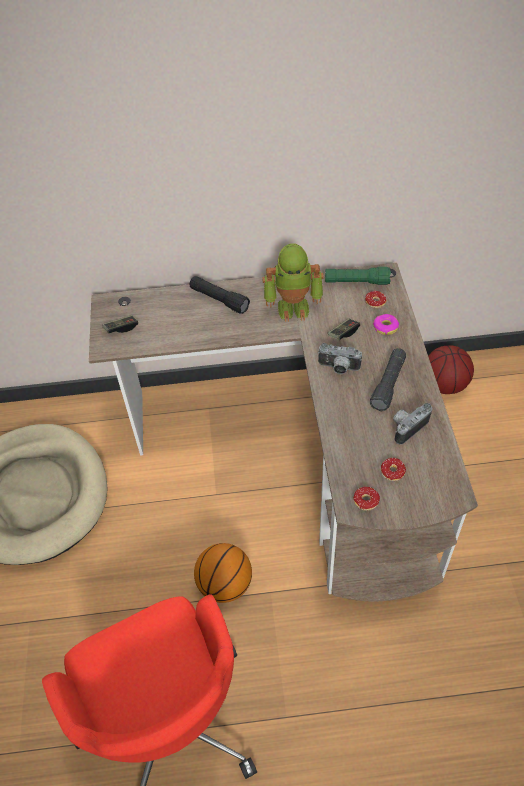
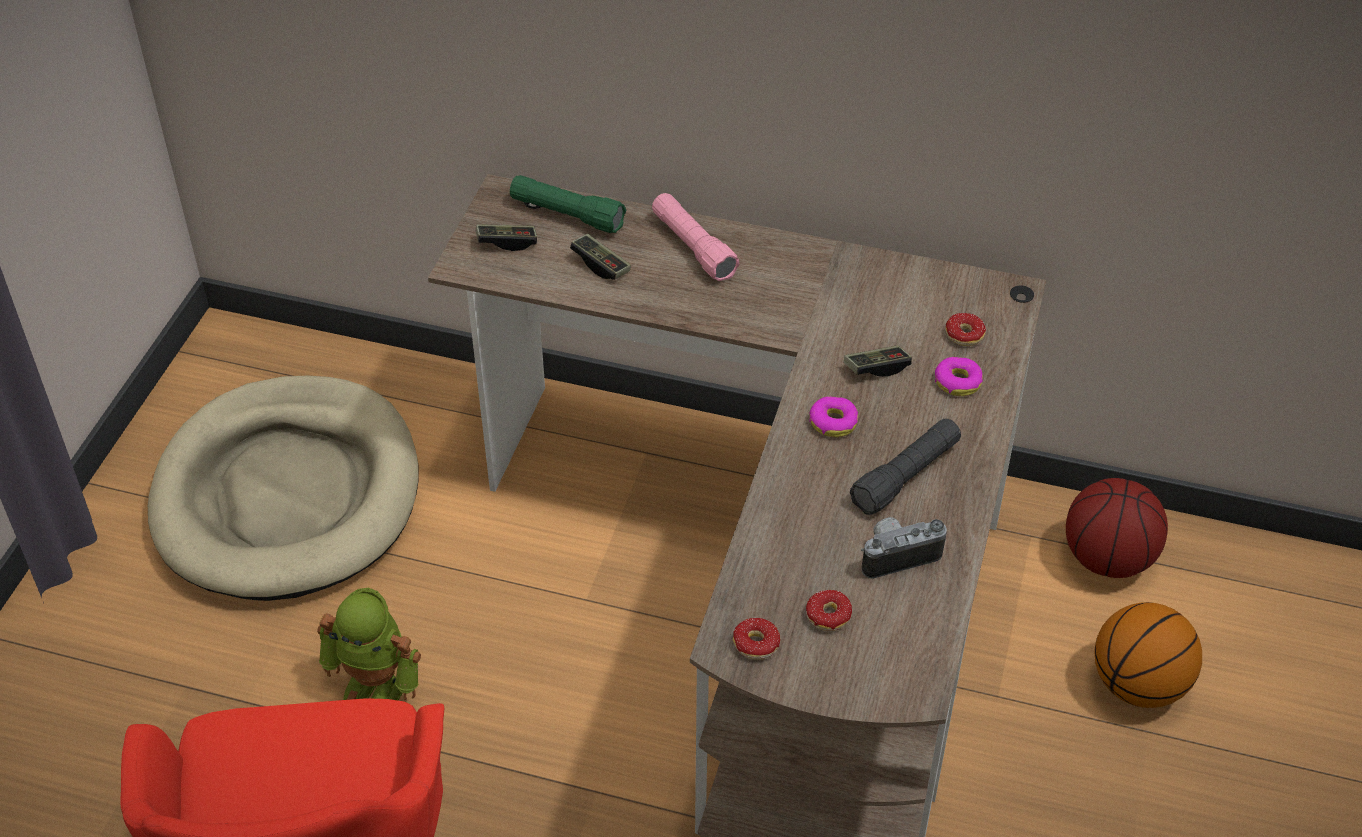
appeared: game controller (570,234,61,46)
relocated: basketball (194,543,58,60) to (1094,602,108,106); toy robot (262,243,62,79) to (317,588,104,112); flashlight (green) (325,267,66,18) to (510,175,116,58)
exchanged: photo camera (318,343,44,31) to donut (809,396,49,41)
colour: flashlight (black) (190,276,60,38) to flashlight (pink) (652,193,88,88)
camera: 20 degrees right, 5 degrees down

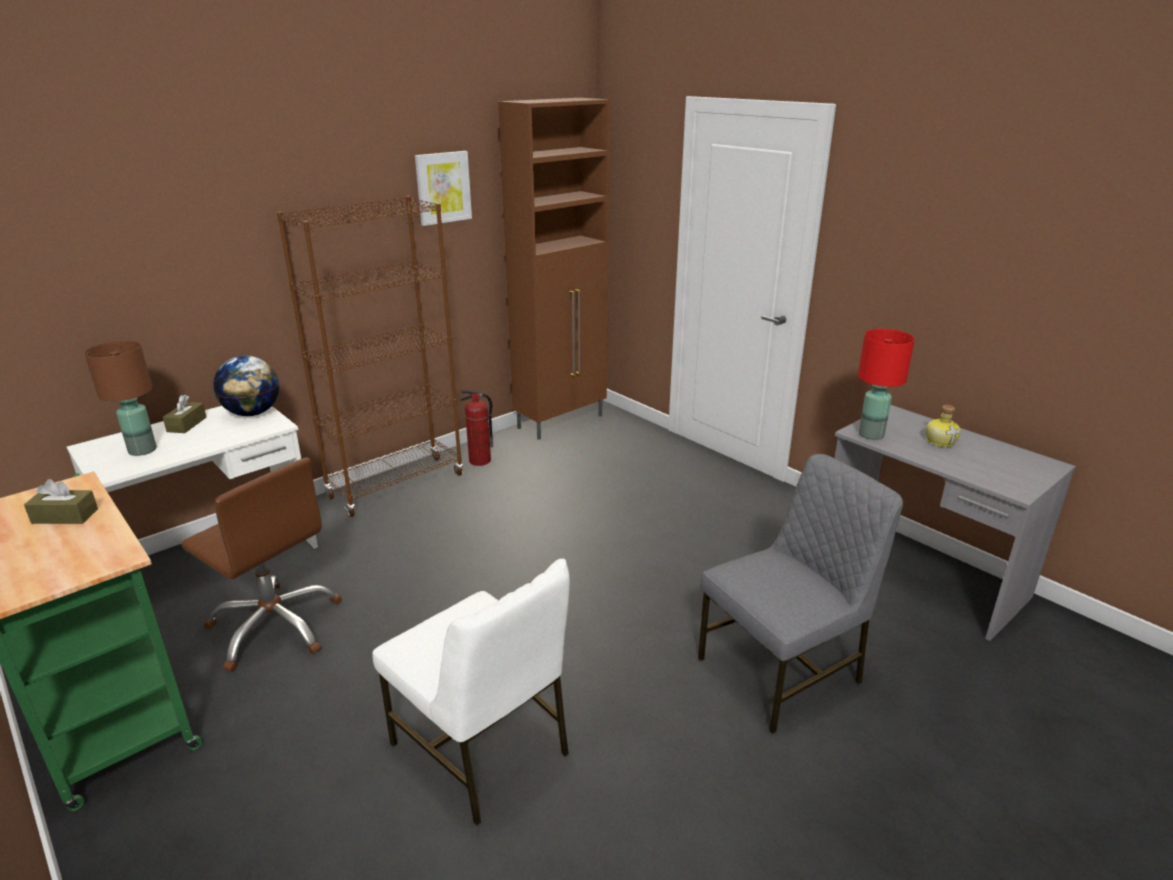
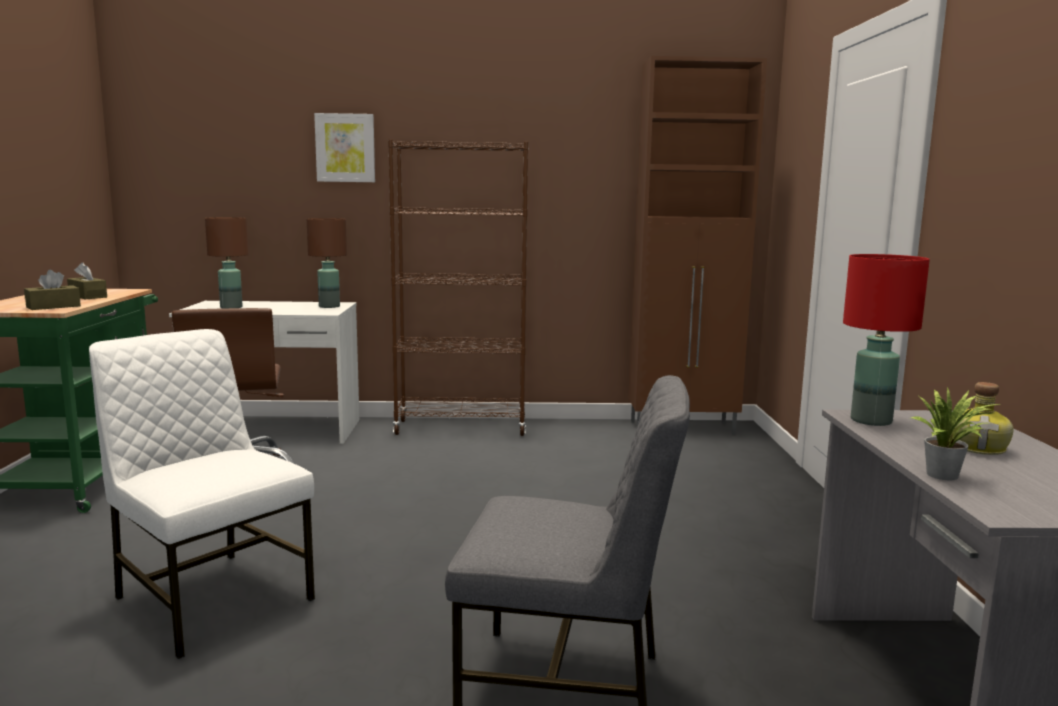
missing: fire extinguisher (461,390,32,76)
appeared: potted plant (911,386,90,94)
relocated: tissue box (brown) (163,395,43,38) to (24,270,57,40); picture (415,151,57,75) to (314,113,61,69)
exchanged: globe (213,356,66,60) to table lamp (brown) (307,218,40,90)
spun: chair (white) (372,559,198,266) = (89,329,226,330) 135 degrees clockwise
camera: 40 degrees right, 15 degrees down

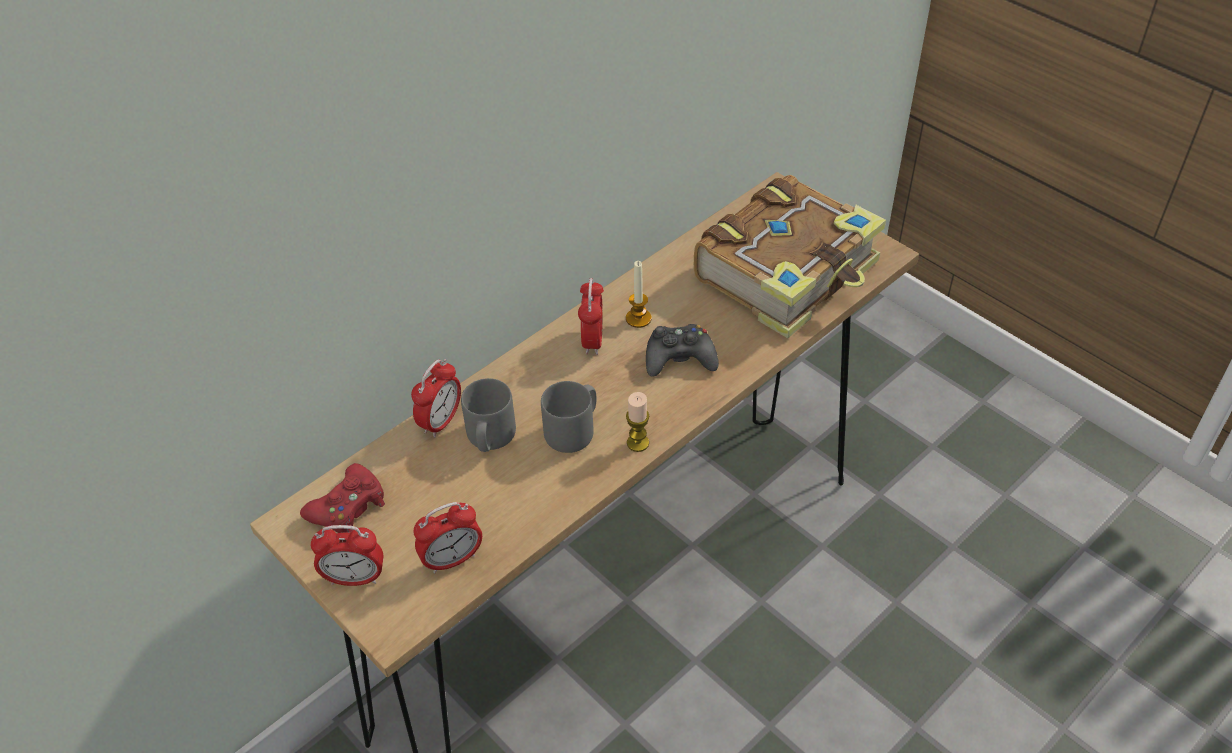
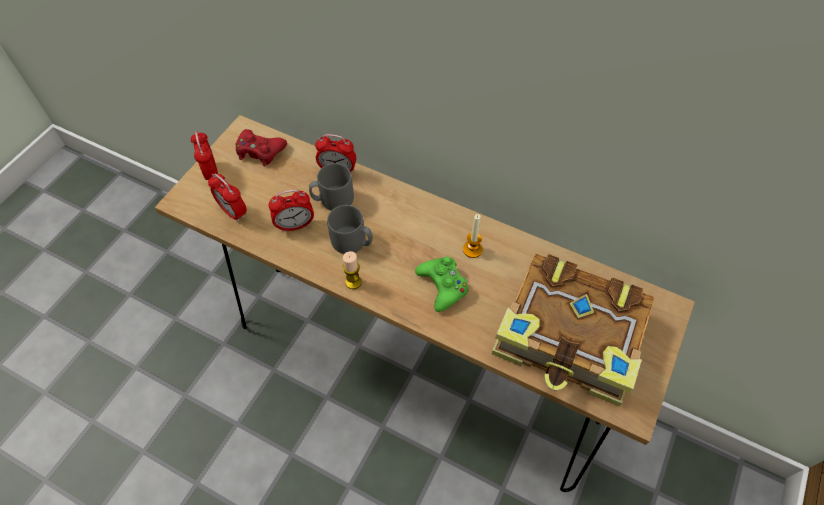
relocated: alarm clock (578,278,26,77) to (268,190,46,42)
colour: game controller (black) (646,324,73,53) to game controller (green) (415,256,53,56)
camera: 70 degrees right, 10 degrees up

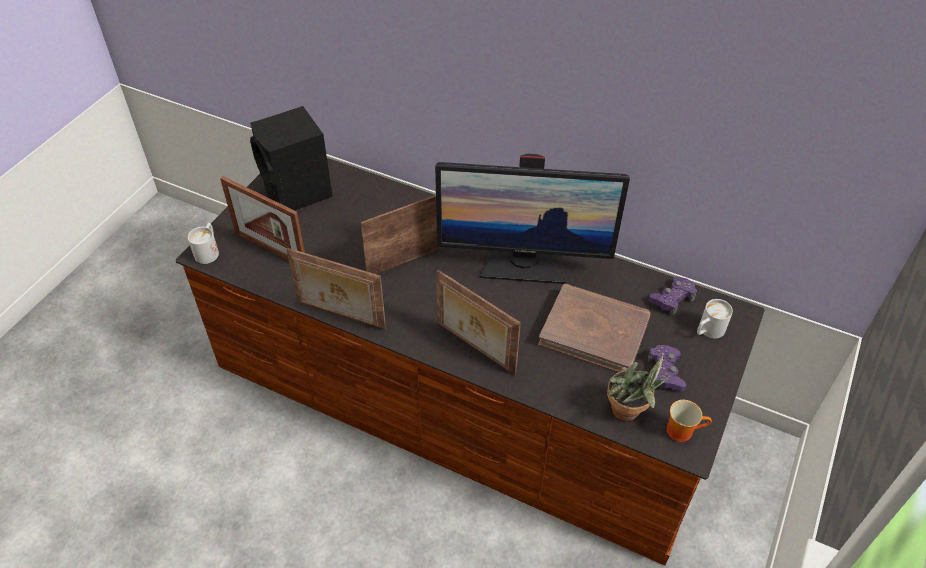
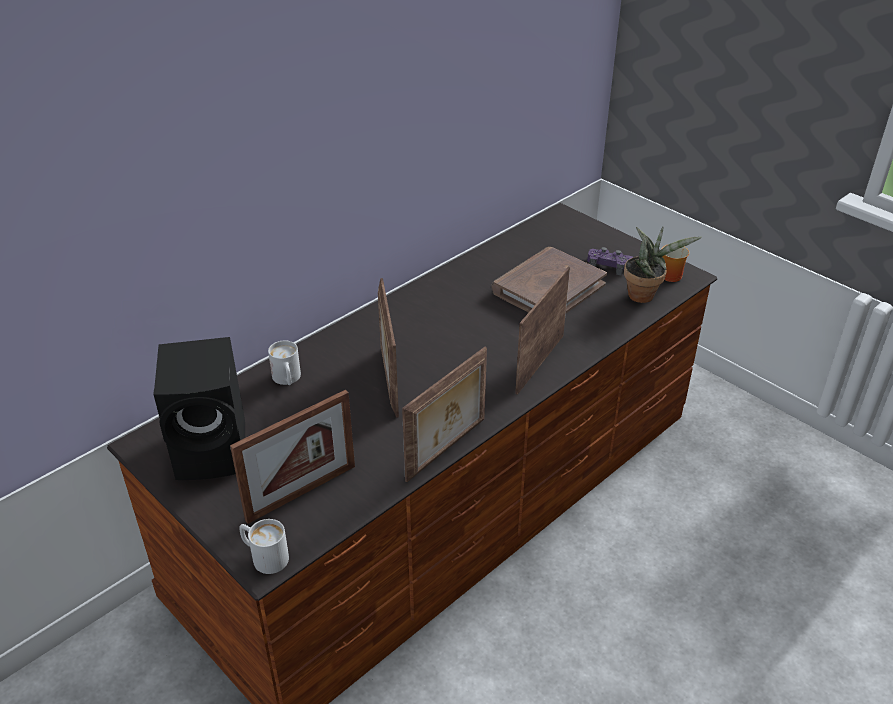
missing: monitor (435,154,195,130); game controller (purple) (648,276,49,40)
relocated: mug (white) (697,299,36,39) to (268,340,33,45)
spun: picture frame (436,269,85,106) = (515,267,55,128) 150 degrees clockwise
camera: 70 degrees left, 10 degrees down

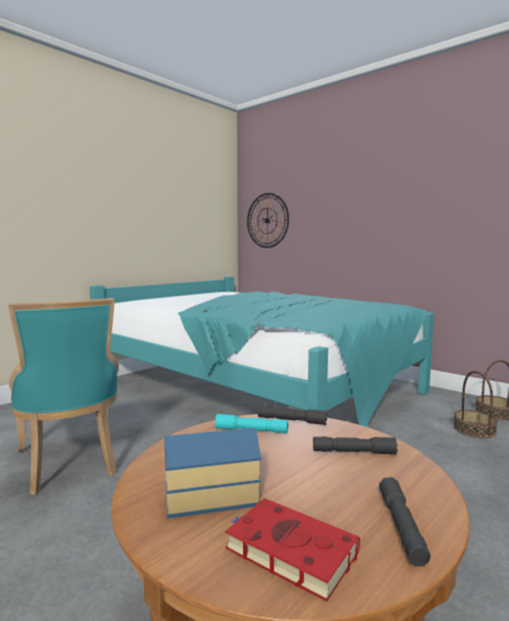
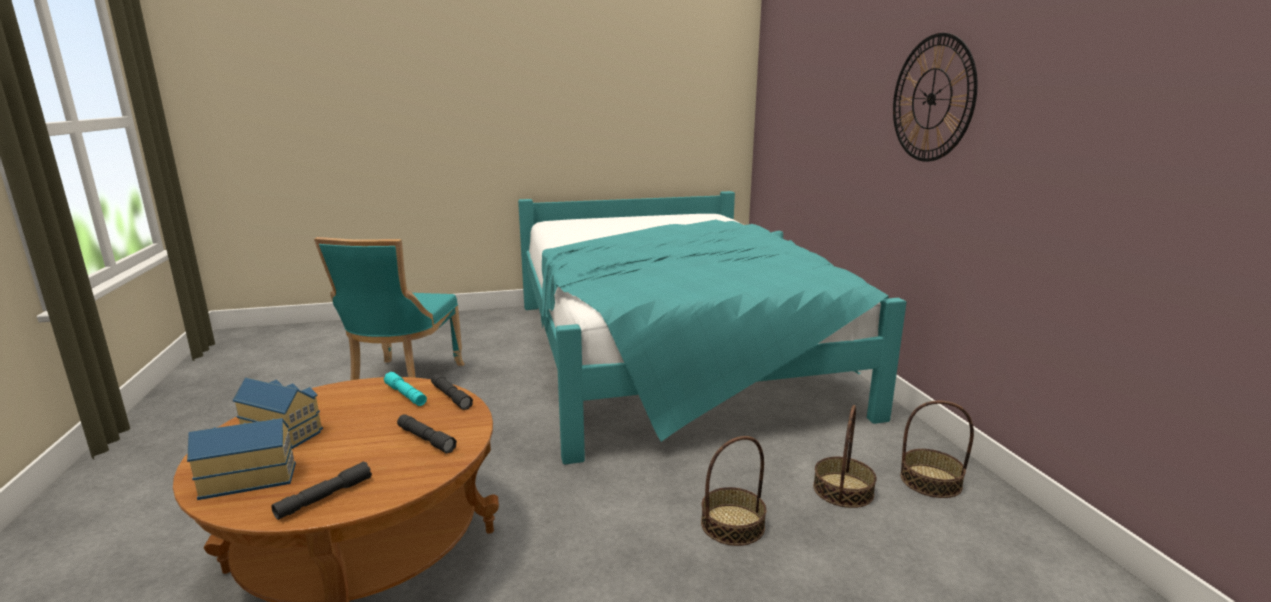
appeared: basket (701,436,65,110)
relocated: wall clock (247,193,42,55) to (893,33,84,129)
exchanged: book (red) (225,498,135,103) to toy house (187,418,109,82)
camera: 35 degrees right, 10 degrees up

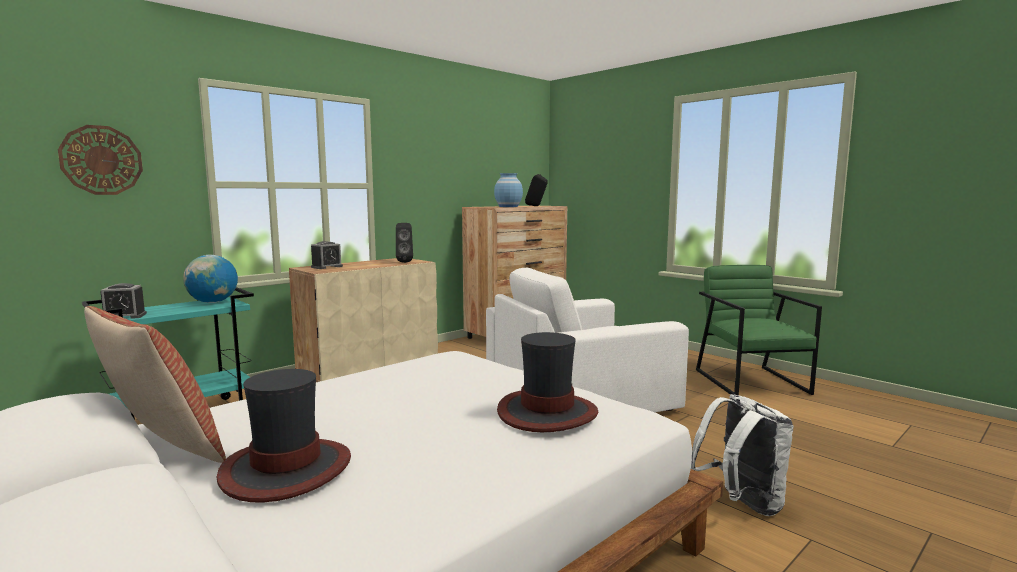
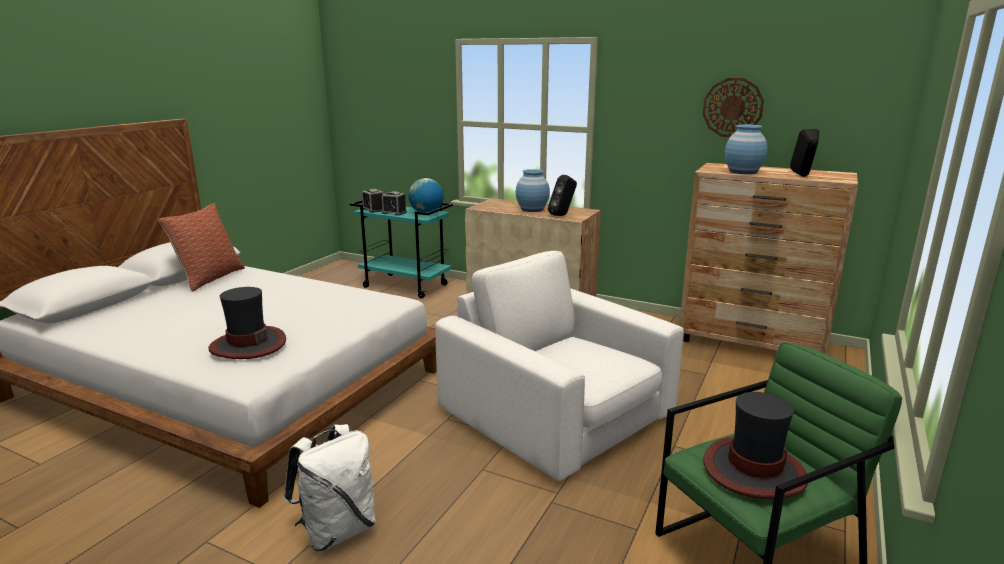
appeared: vase (blue) (516,169,34,43)
relocated: wall clock (58,125,85,70) to (702,78,62,59); hat (216,369,135,133) to (704,392,104,107); alarm clock (311,241,32,28) to (382,191,25,25)
camera: 70 degrees right, 10 degrees up

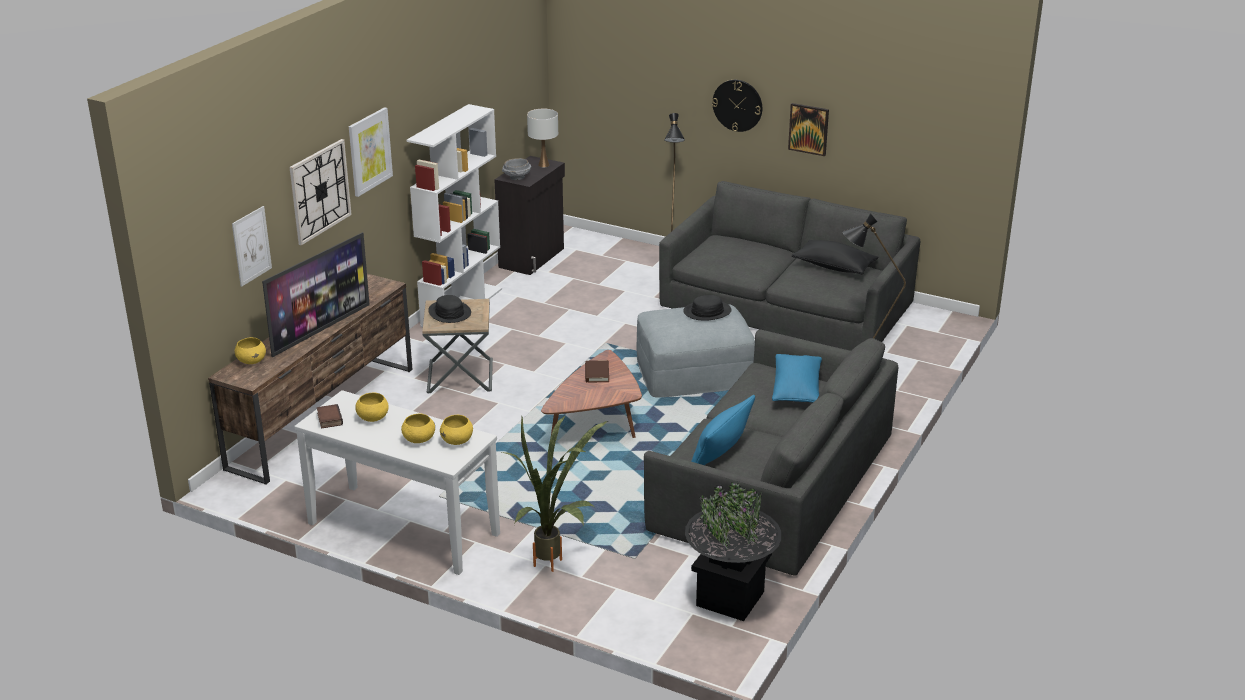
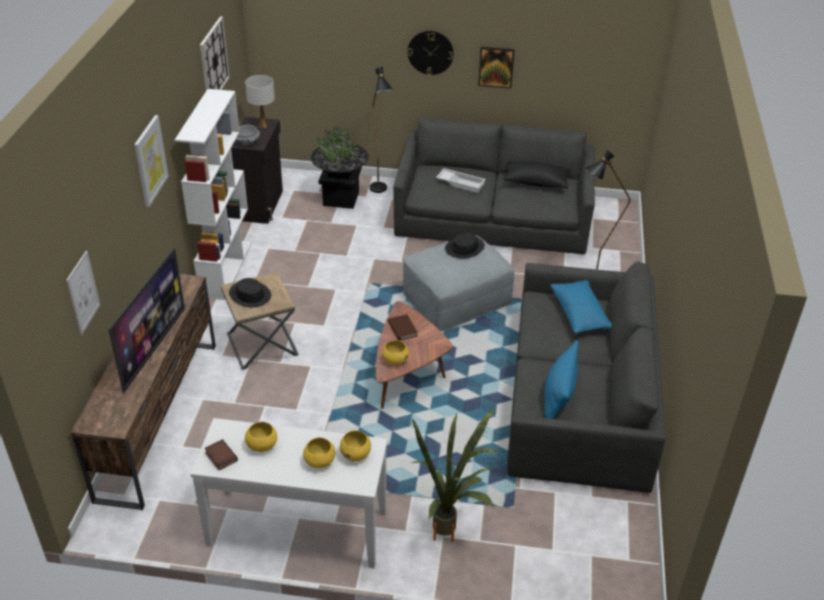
appeared: tray (white) (436,168,50,25)
relocated: bowl (yellow) (235,337,31,27) to (382,340,27,25); wall clock (290,139,62,106) to (200,16,30,75); planter (black) (685,482,97,139) to (311,126,58,83)
camera: 20 degrees left, 10 degrees up

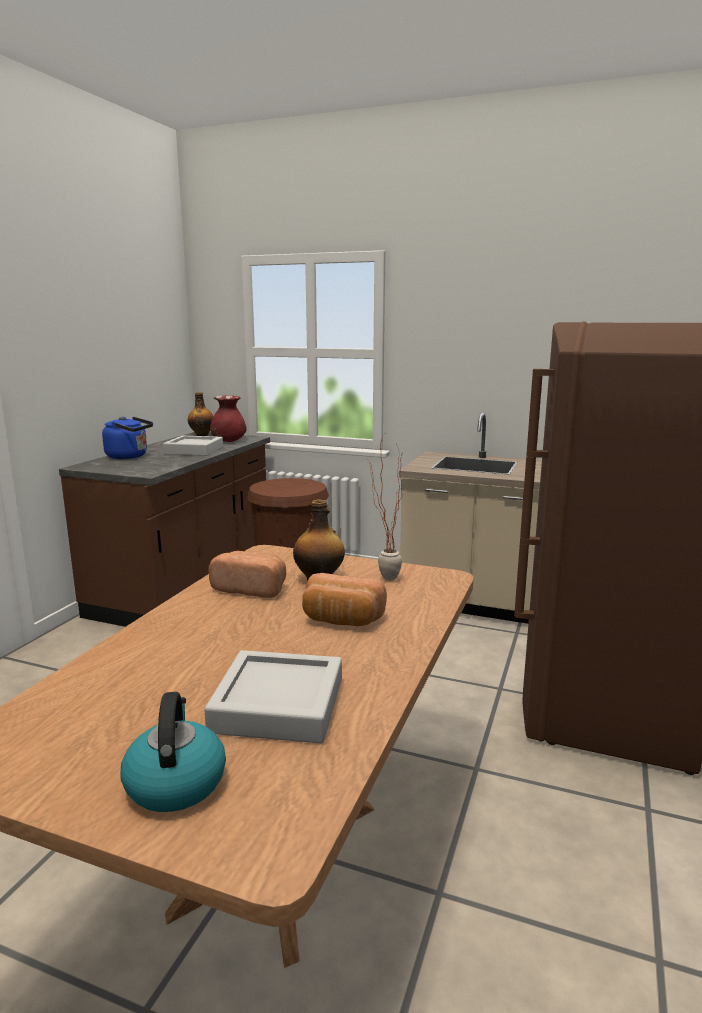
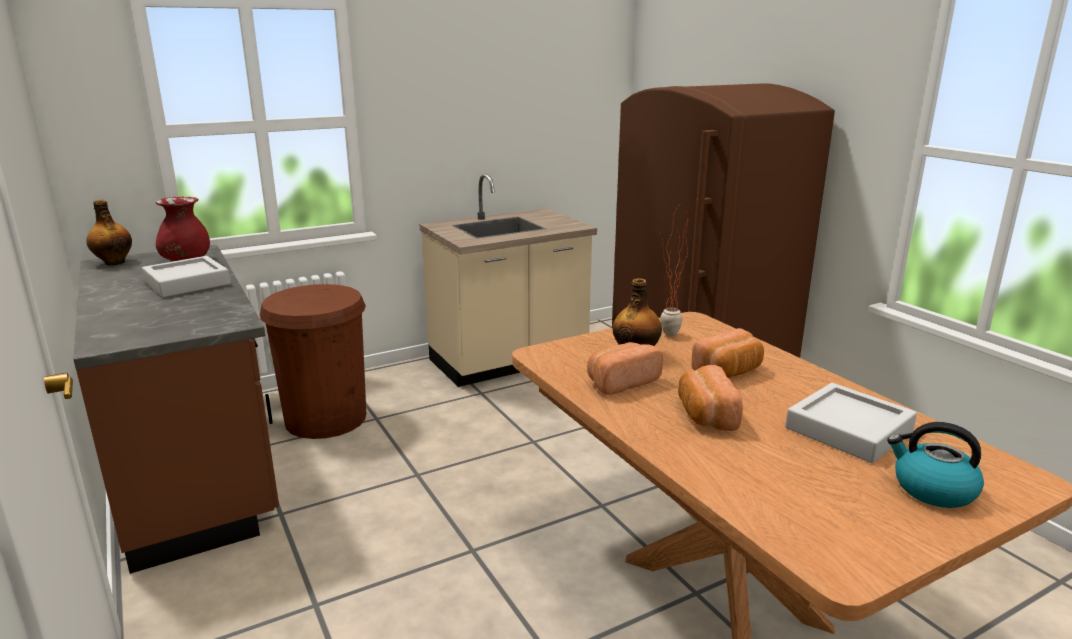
missing: kettle (blue) (102,417,51,42)
appeared: bread (678,365,65,66)
camera: 50 degrees left, 5 degrees up

